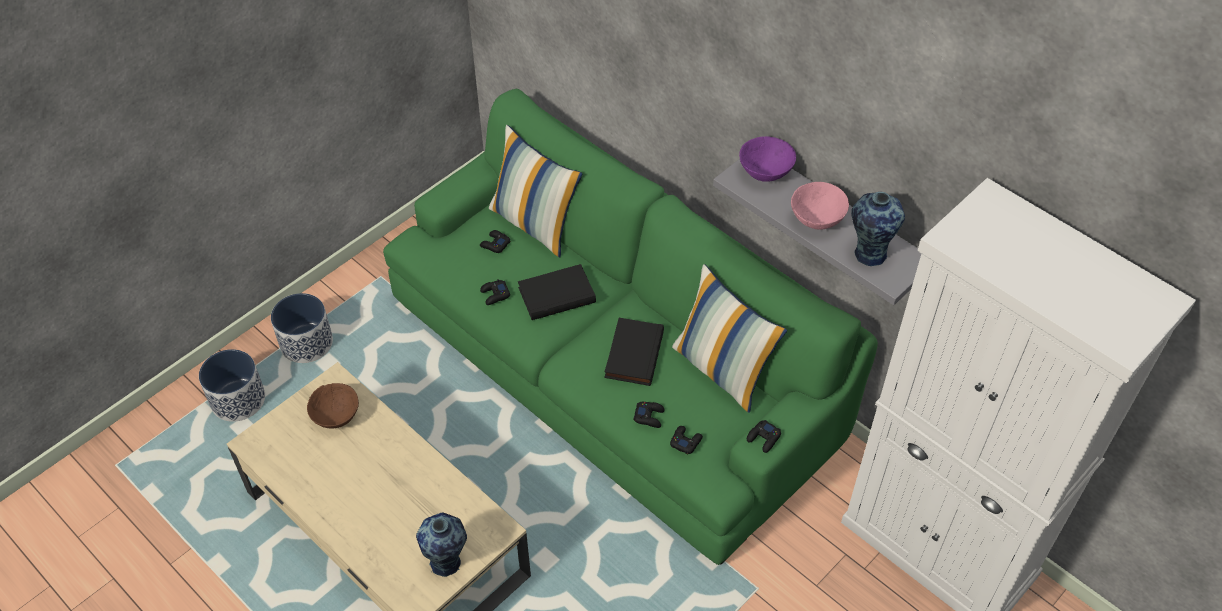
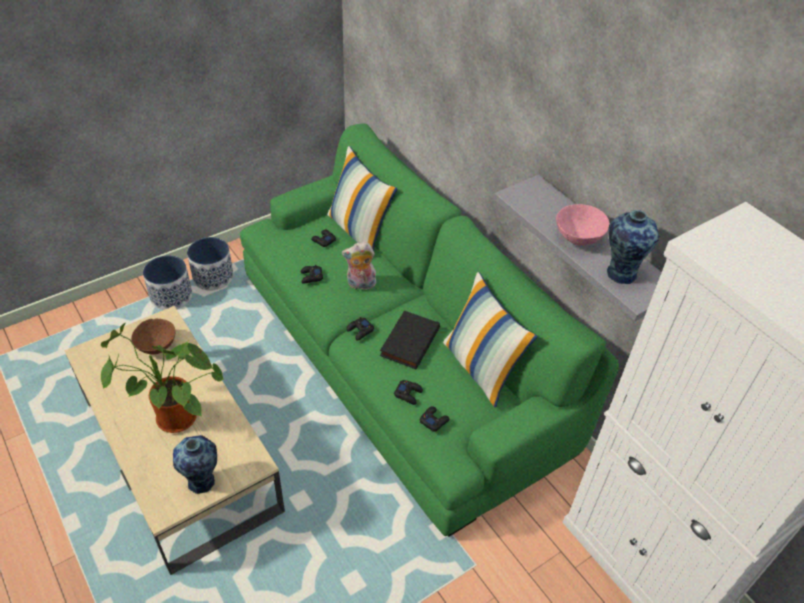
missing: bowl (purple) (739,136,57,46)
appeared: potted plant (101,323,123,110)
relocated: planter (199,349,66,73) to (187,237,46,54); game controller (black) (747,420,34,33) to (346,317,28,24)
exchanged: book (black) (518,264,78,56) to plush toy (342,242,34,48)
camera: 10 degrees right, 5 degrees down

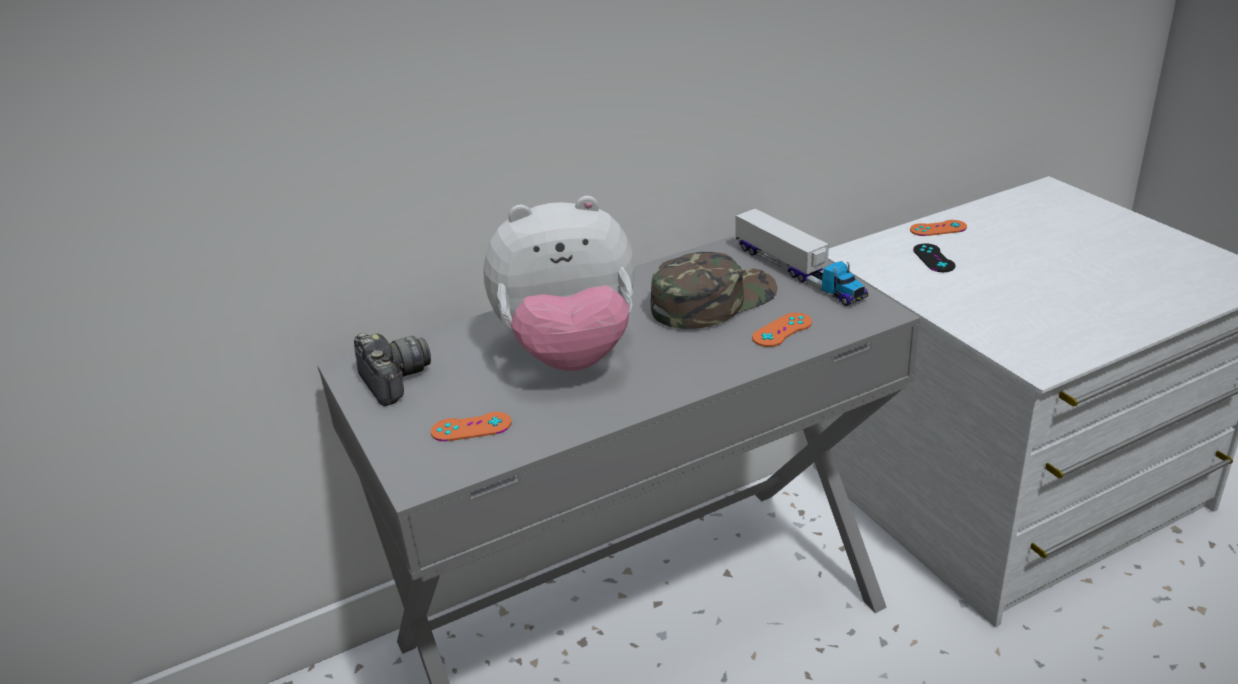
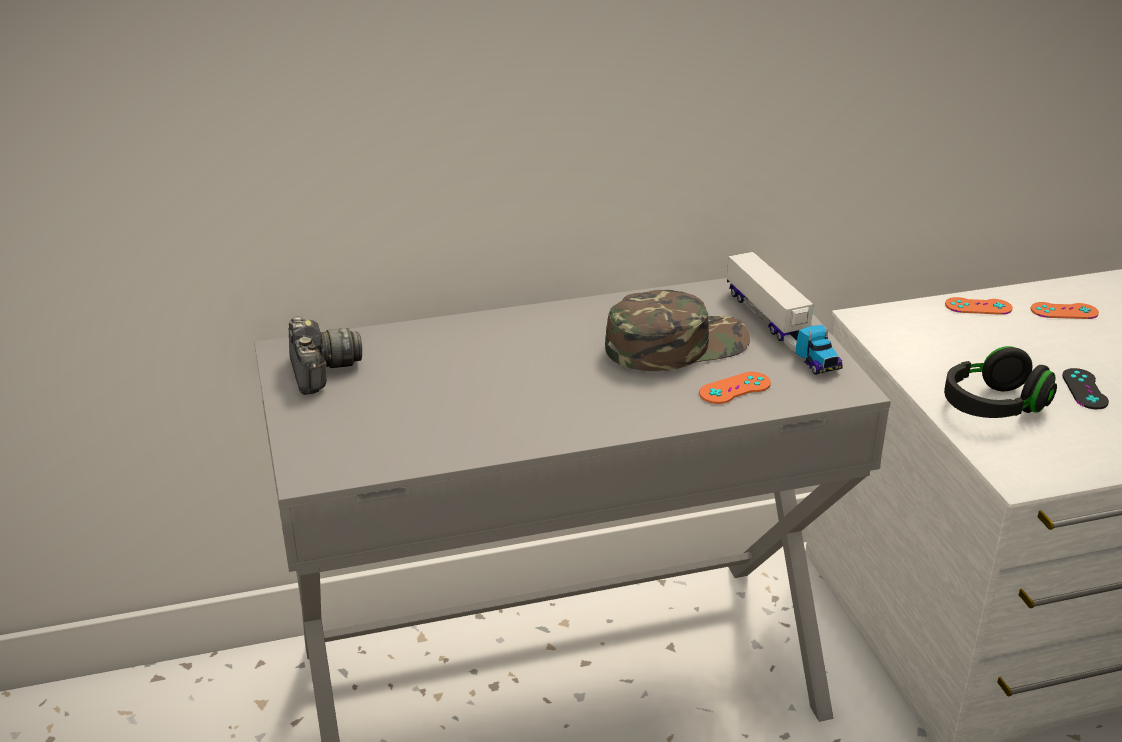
missing: plush toy (483,196,152,175)
appeared: headphones (black) (944,346,113,72)
relocated: game controller (orange) (431,412,81,30) to (1030,302,69,17); game controller (black) (913,243,42,29) to (1062,368,47,42)
camera: 10 degrees right, 0 degrees up

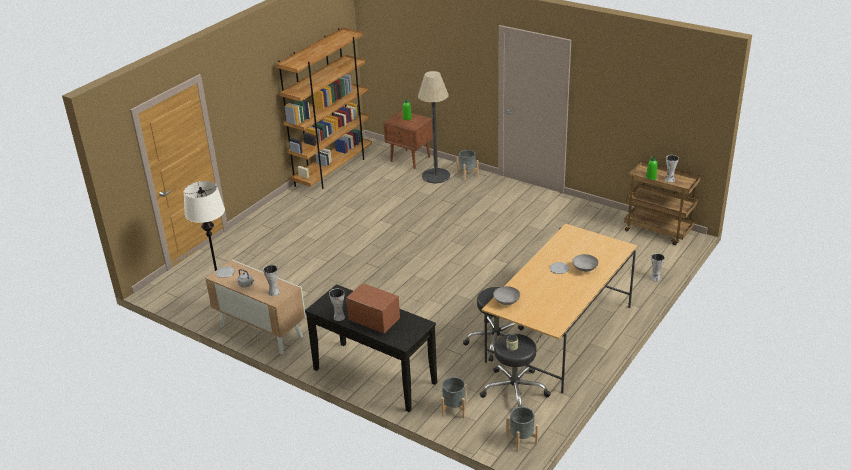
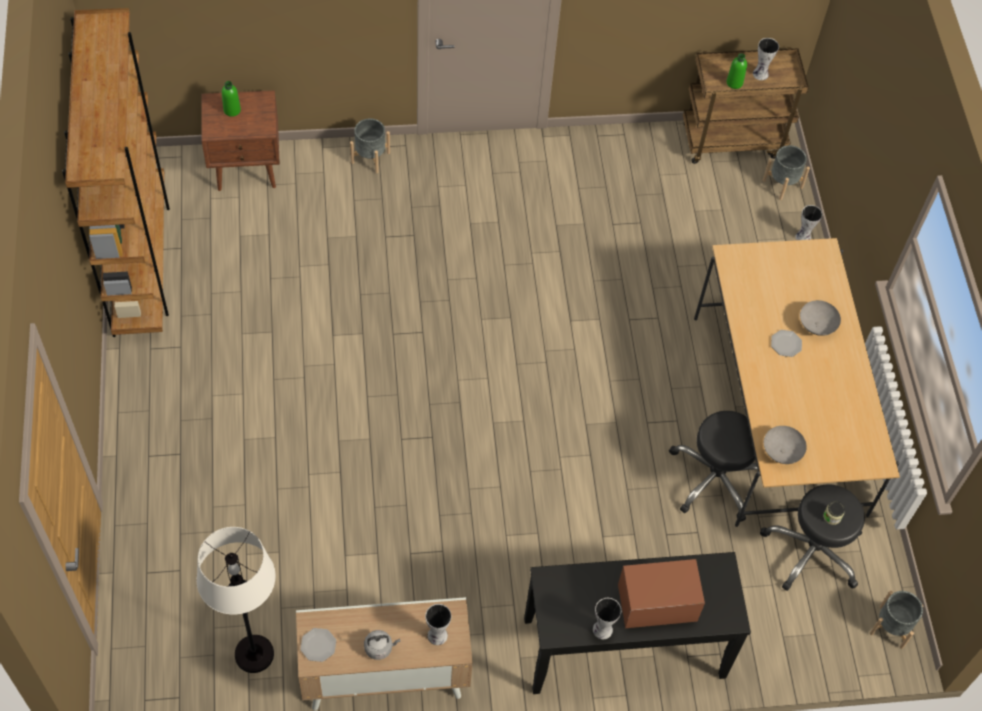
missing: floor lamp (418,71,32,112)
relocated: planter (grey) (441,377,26,41) to (763,145,47,55)
camera: 45 degrees left, 25 degrees up

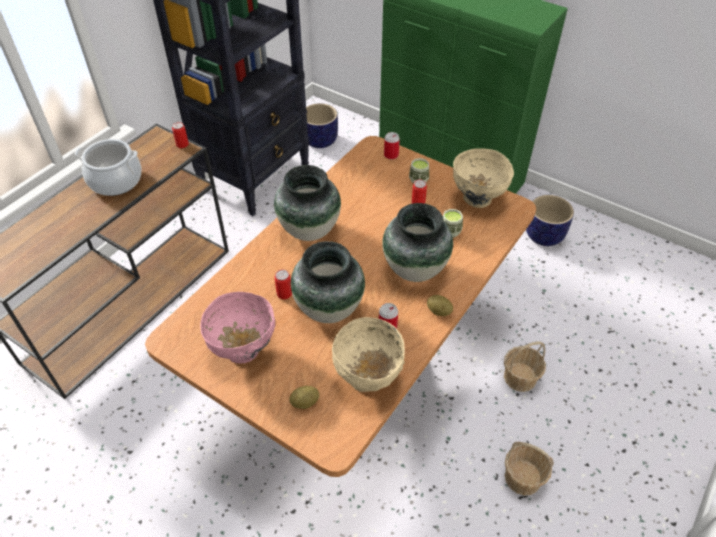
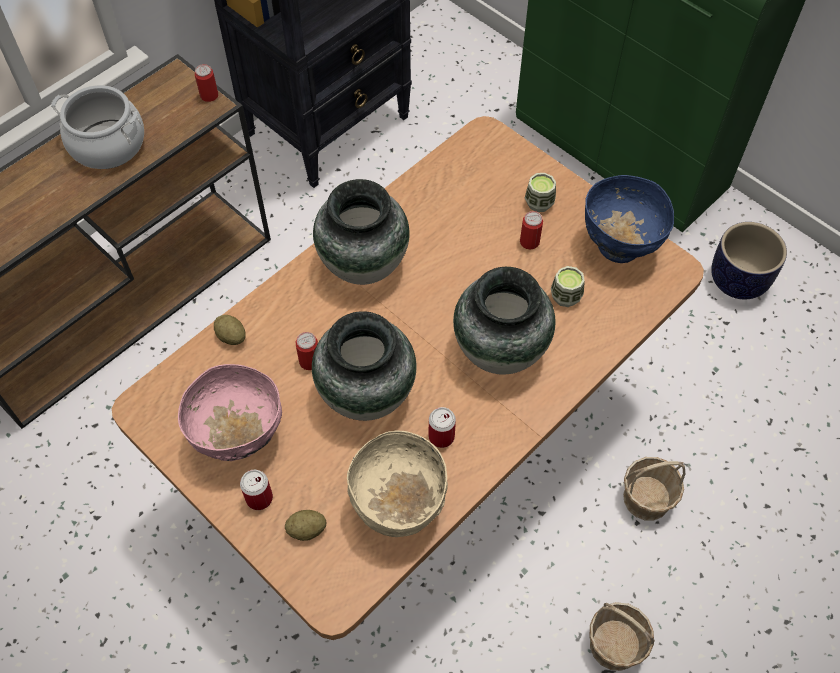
missing: planter (306,103,32,45)
relocated: can (384,132,16,27) to (240,470,33,40); potato (427,295,26,21) to (214,315,32,30)
colour: bowl (beige) (453,148,61,60) to bowl (blue) (585,175,89,88)
camera: 10 degrees right, 10 degrees up

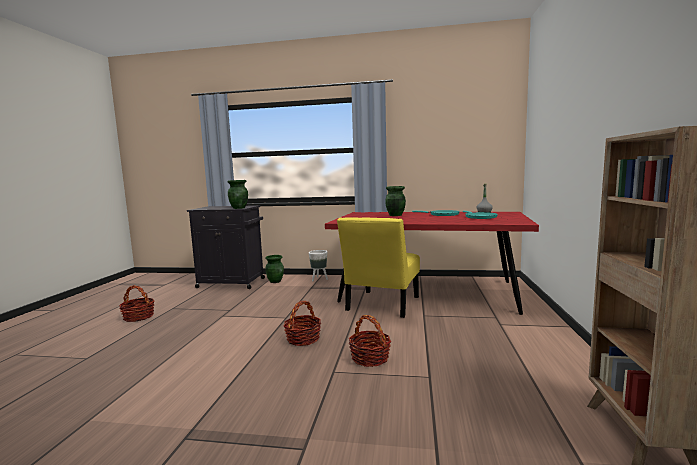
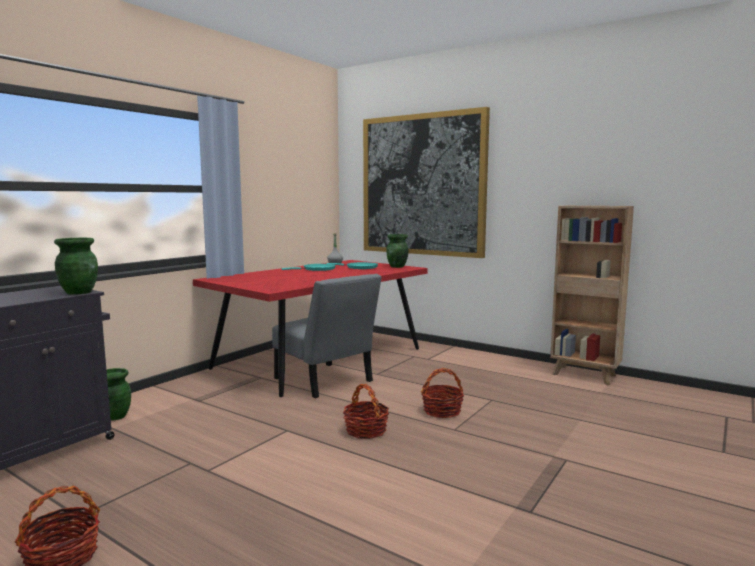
missing: planter (white) (309,250,19,31)
appeared: picture (363,107,127,151)
relocated: vase (green) (385,186,21,30) to (386,234,22,34)
colour: chair (yellow) (337,217,83,101) to chair (grey) (272,274,110,124)
camera: 65 degrees left, 0 degrees up

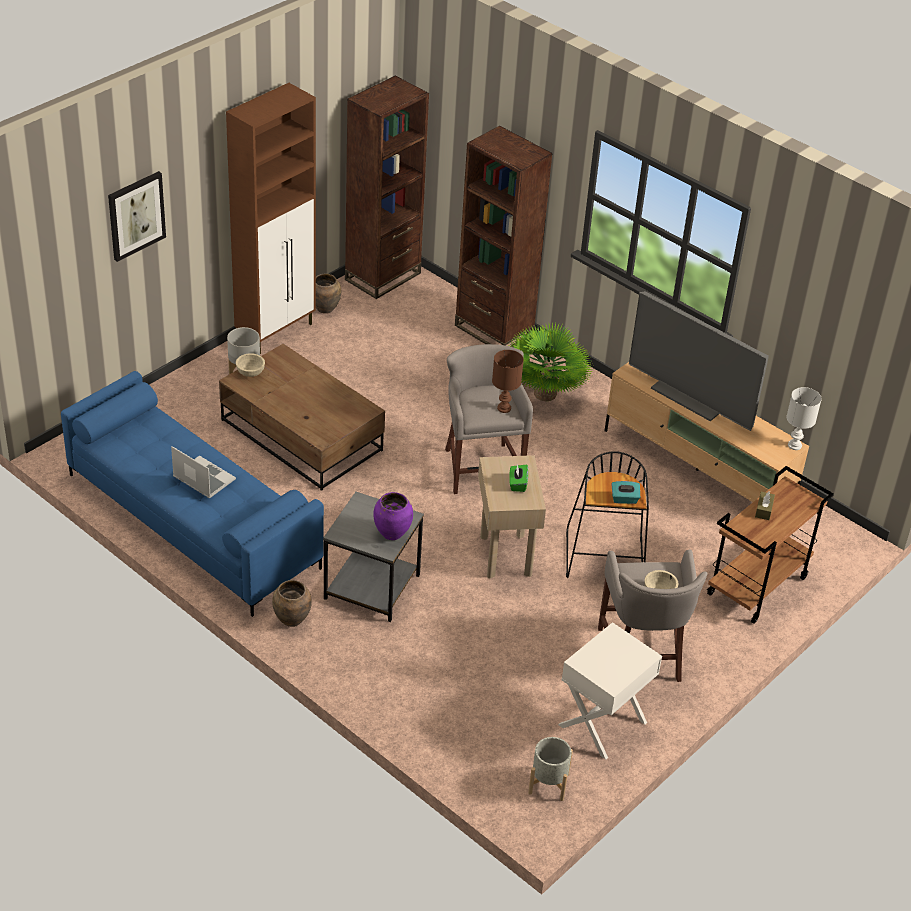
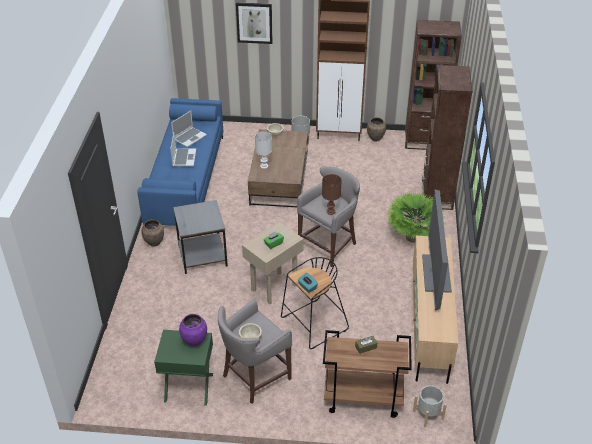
appeared: laptop (171,111,36,37)
relocated: vase (purple) (373,492,40,48) to (179,314,28,33); planter (grey) (528,737,45,64) to (413,385,34,43); table lamp (white) (786,387,36,63) to (255,132,17,37)
colour: nightstand (white) (558,622,104,137) to nightstand (green) (154,330,59,76)
camera: 55 degrees right, 0 degrees up

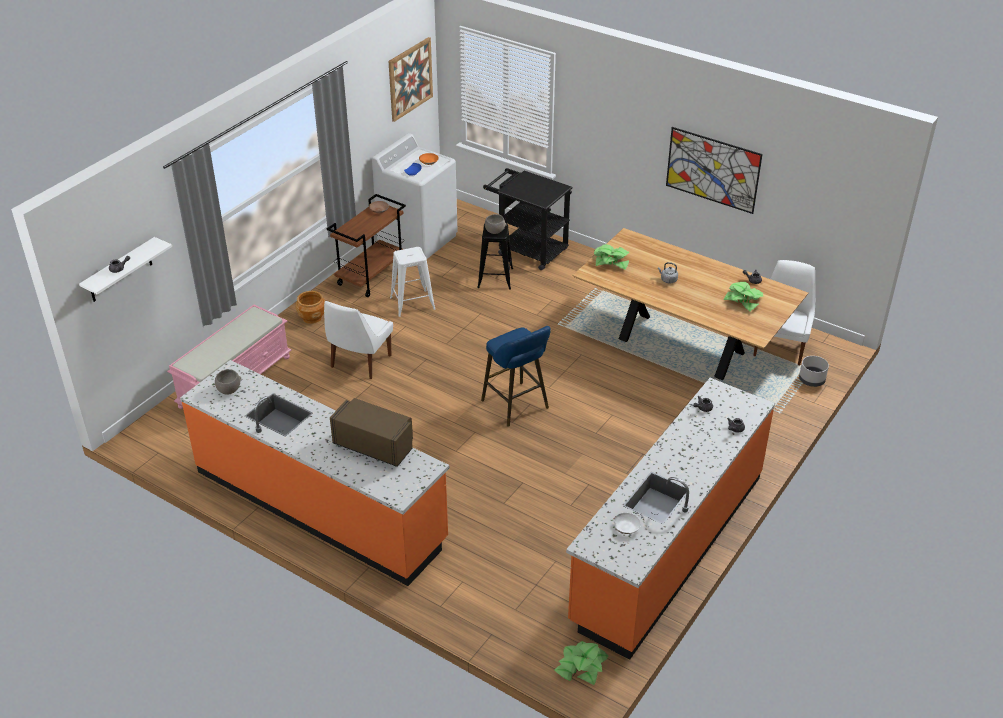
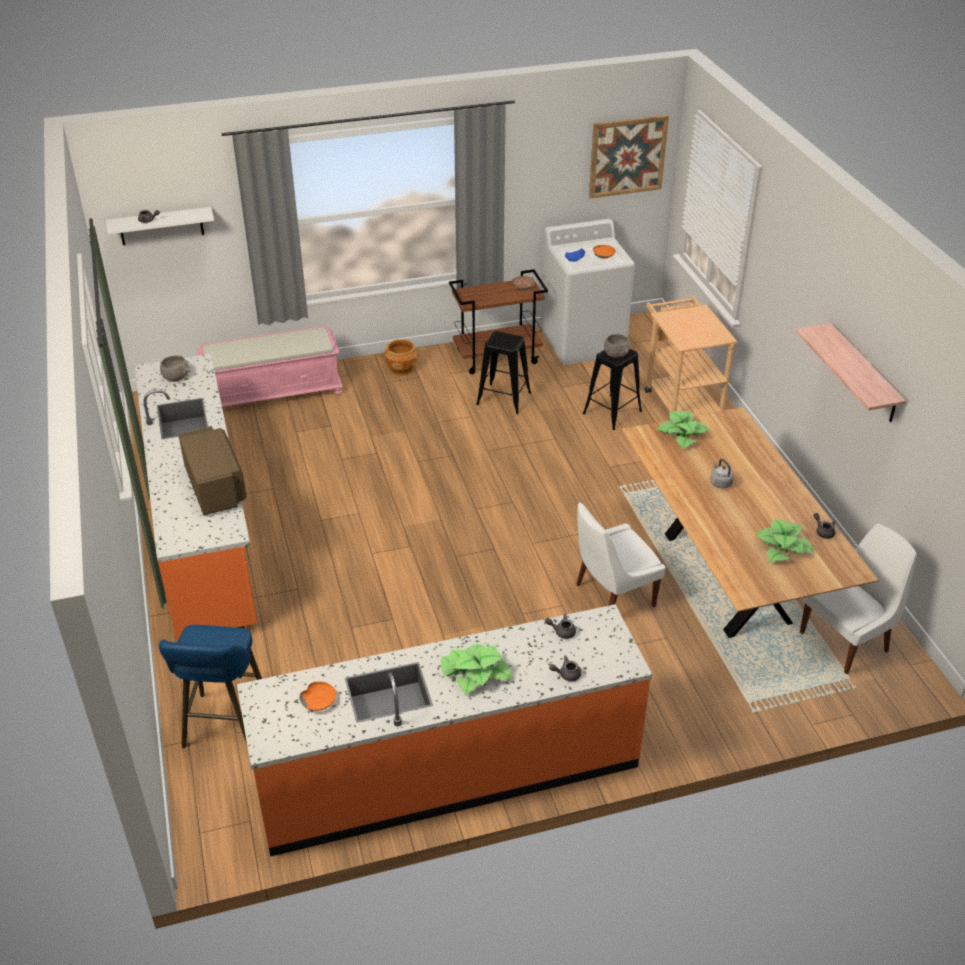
missing: planter (grey) (799,356,30,31)
relocated: chair (white) (324,301,69,78) to (576,502,90,105); stool (blue) (481,326,70,101) to (159,625,103,123); potted plant (554,641,54,44) to (441,644,70,51)
exchanged: picture (666,127,97,87) to shelf (796,323,110,99)
colour: stool (white) (390,247,45,70) to stool (black) (476,331,55,83); cart (black) (483,168,89,102) to cart (beige) (645,296,93,120); bowl (white) (613,513,28,21) to bowl (orange) (299,682,37,29)
camera: 40 degrees right, 0 degrees up

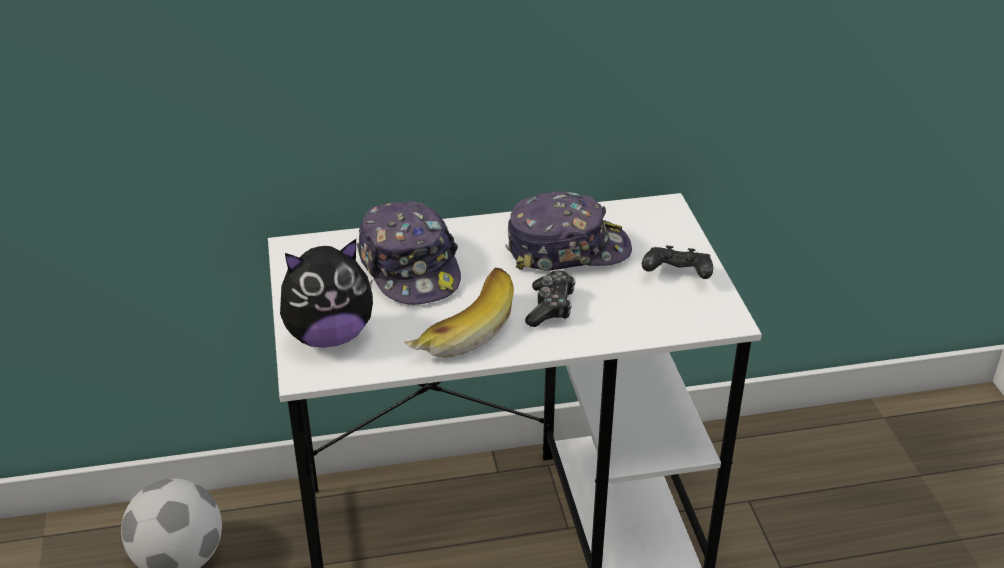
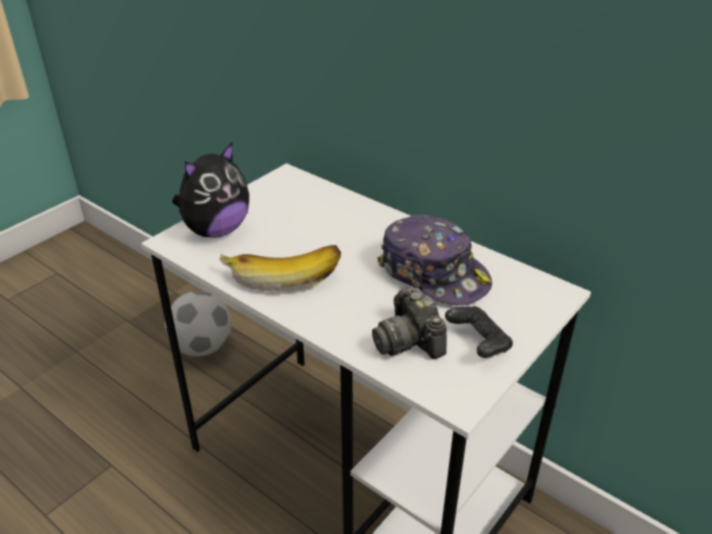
missing: cap (357,201,104,104); game controller (525,270,50,57)
appeared: photo camera (372,287,75,72)
spun: plush toy (280,239,93,109) = (172,143,77,95) 75 degrees counterclockwise
camera: 50 degrees right, 0 degrees up

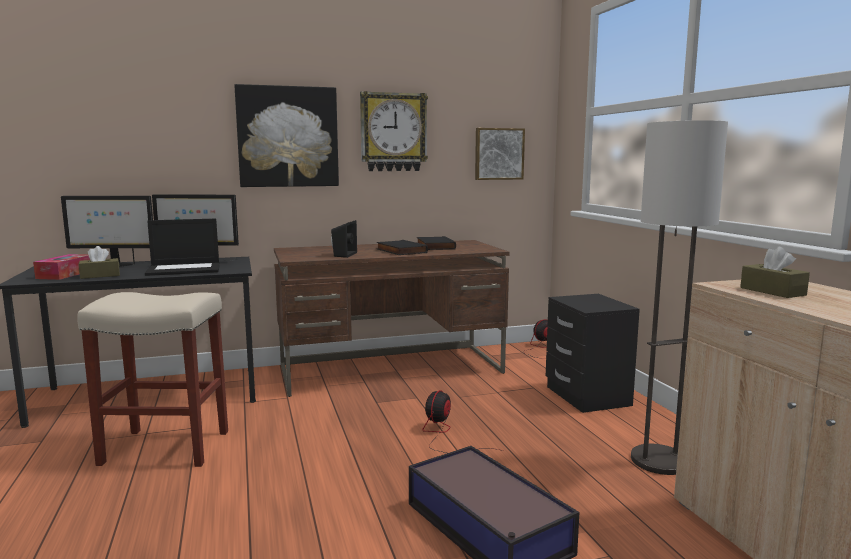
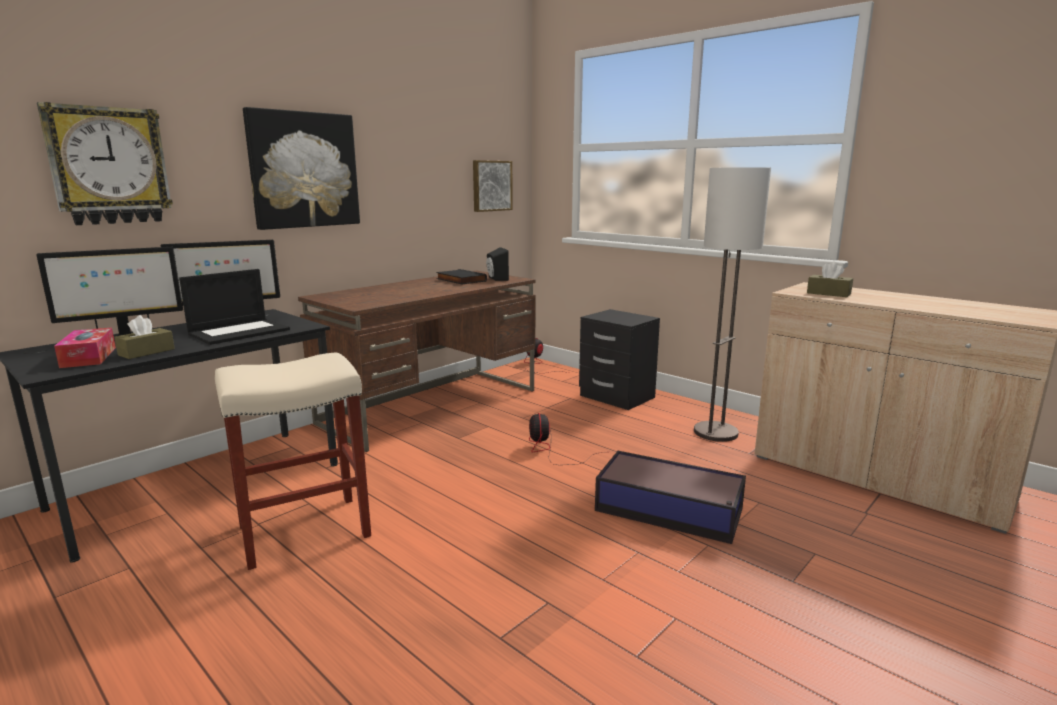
missing: book (black) (377,240,51,15)
relocated: speaker (black) (331,220,26,38) to (486,247,23,34); wall clock (360,91,68,80) to (37,102,136,123)
camera: 30 degrees left, 5 degrees up

